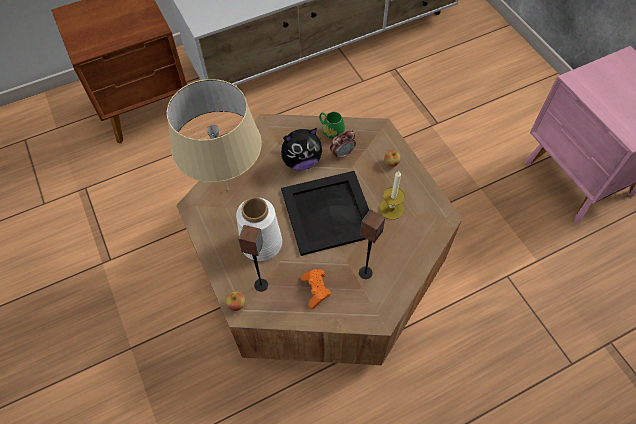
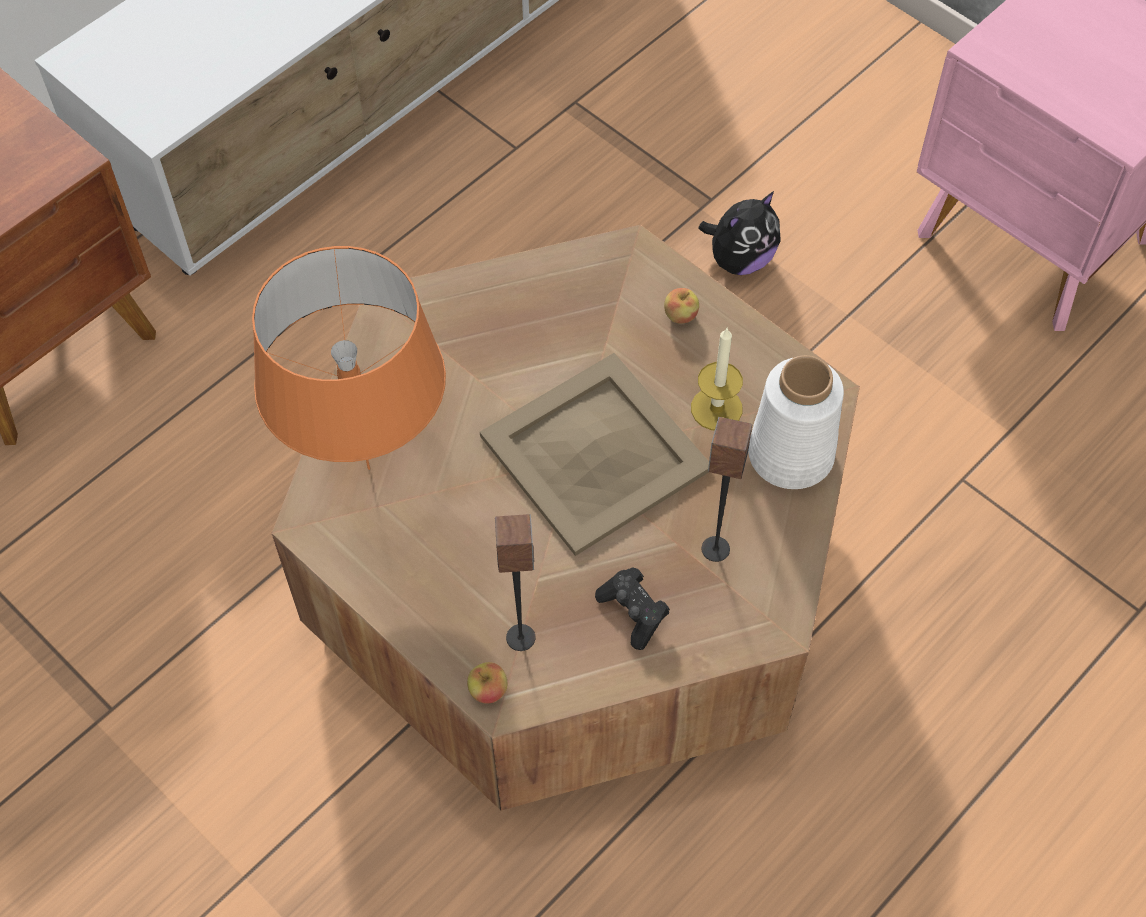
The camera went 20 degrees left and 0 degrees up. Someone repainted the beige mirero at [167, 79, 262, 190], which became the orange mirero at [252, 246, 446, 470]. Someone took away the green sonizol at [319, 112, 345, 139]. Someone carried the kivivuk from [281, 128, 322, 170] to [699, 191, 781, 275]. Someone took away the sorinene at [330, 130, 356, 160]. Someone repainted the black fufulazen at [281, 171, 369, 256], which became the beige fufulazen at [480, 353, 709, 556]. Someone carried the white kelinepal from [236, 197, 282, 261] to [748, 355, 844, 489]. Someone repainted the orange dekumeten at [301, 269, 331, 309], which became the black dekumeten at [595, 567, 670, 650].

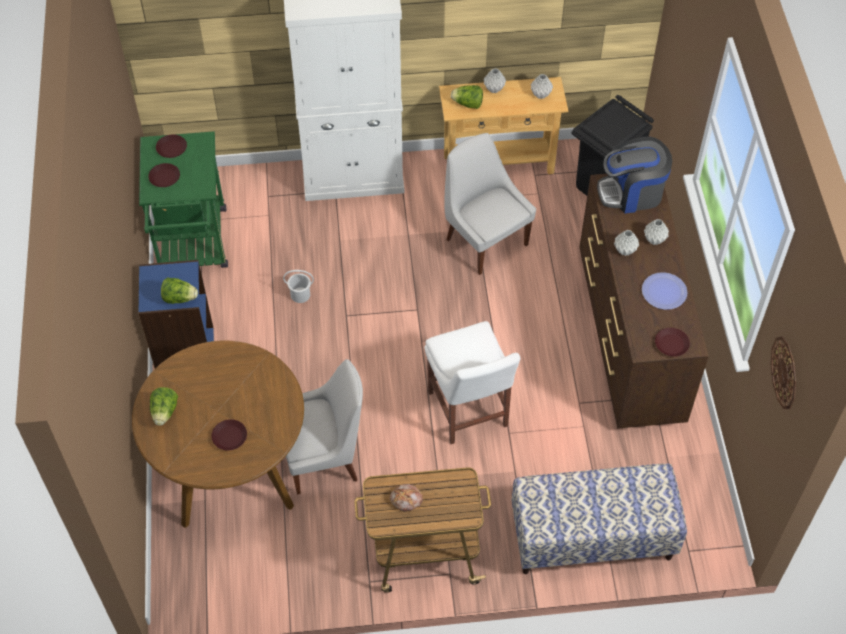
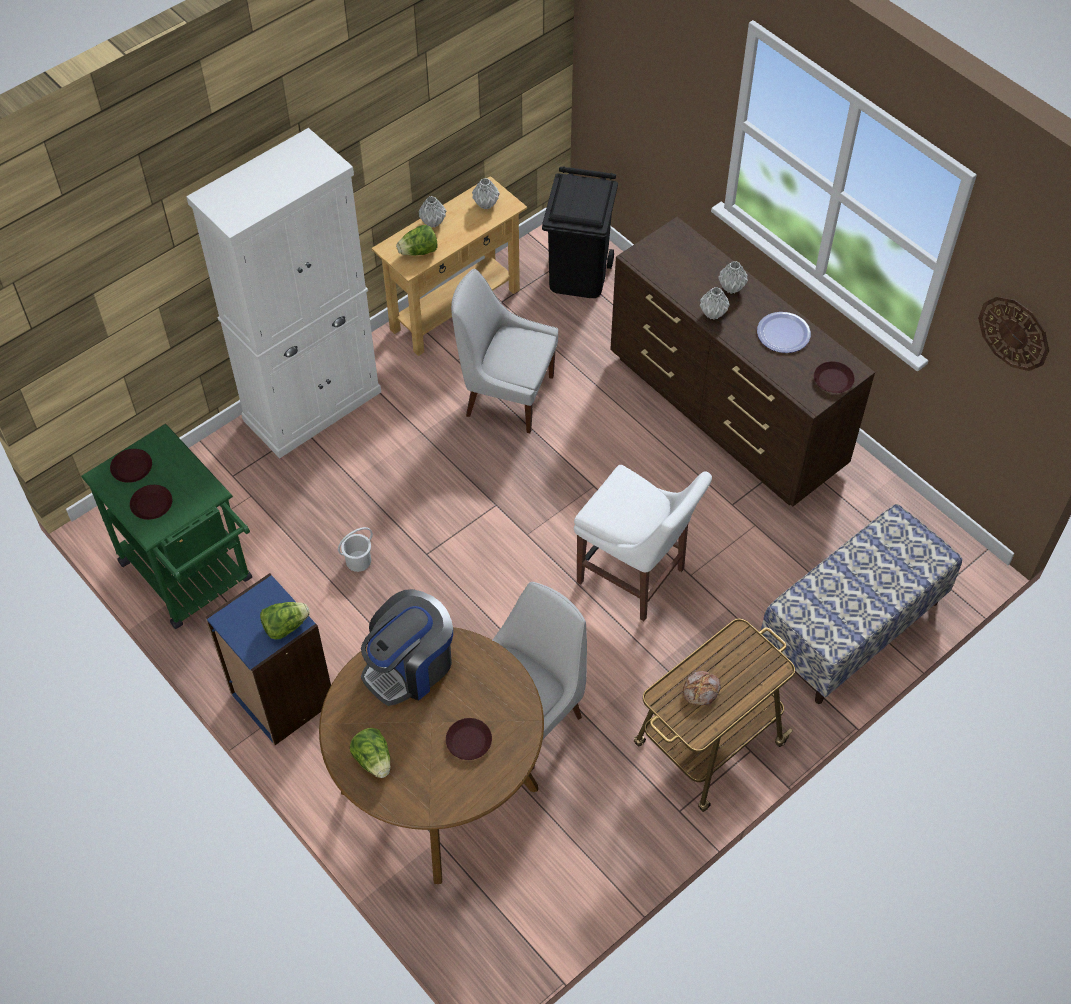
The camera went 35 degrees left and 0 degrees up. Someone carried the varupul from [597, 137, 672, 214] to [361, 589, 453, 706].

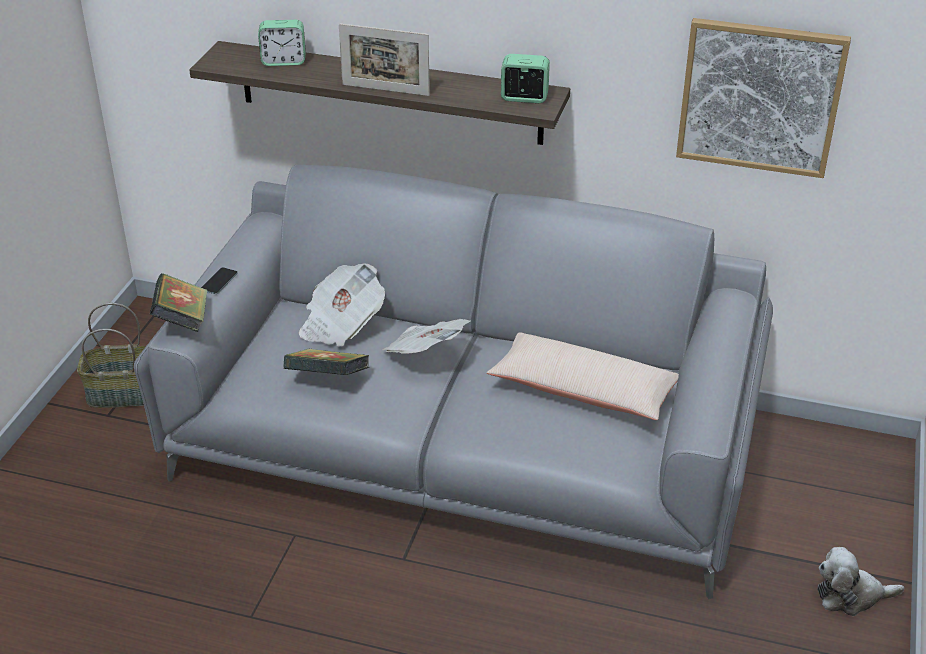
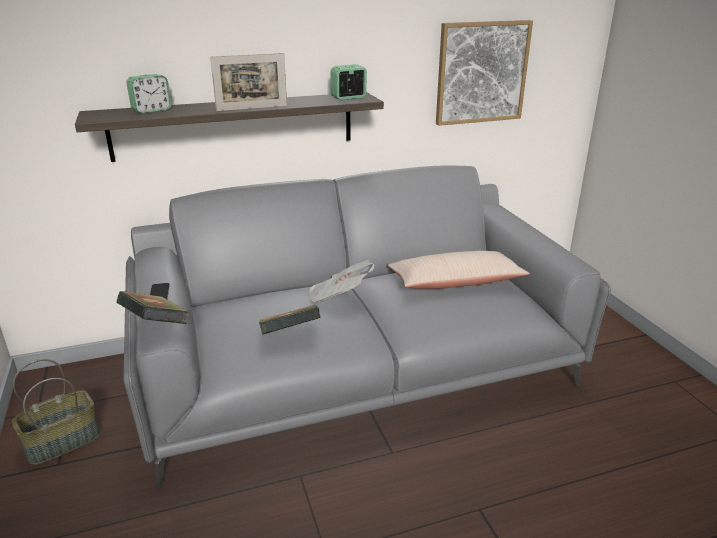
The camera went 35 degrees left and 10 degrees down. Someone took away the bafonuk at [299, 264, 385, 347]. Someone took away the kivivuk at [817, 547, 905, 616].

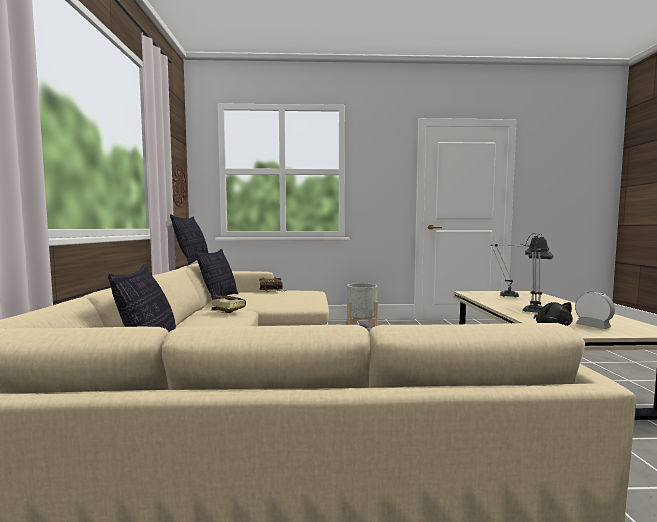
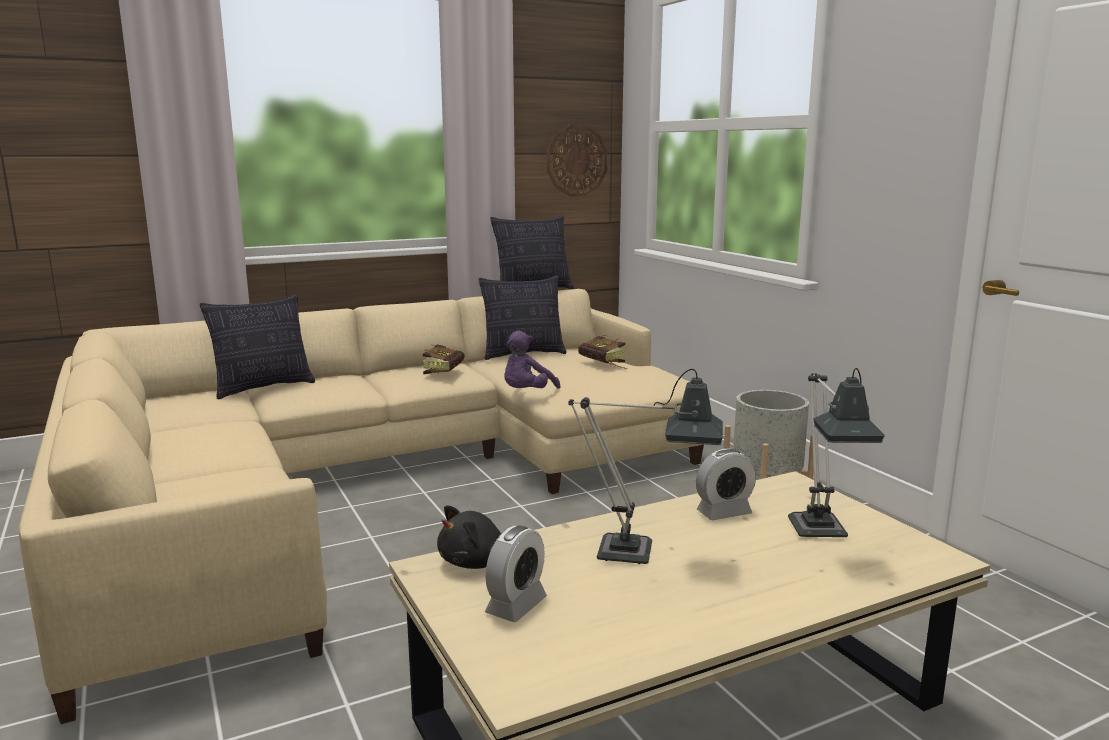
The camera went 65 degrees right and 10 degrees up. Someone put down the purple kivivuk at [505, 331, 561, 389]. Someone put down the sorinene at [696, 449, 756, 520].

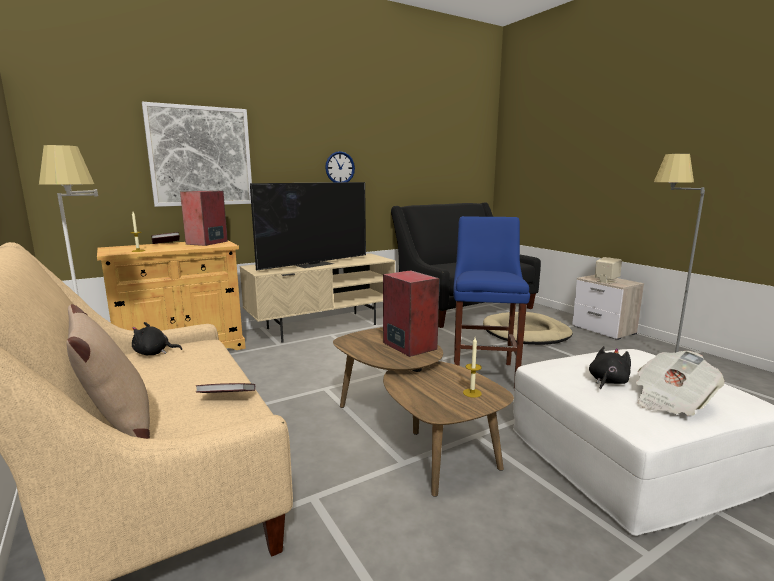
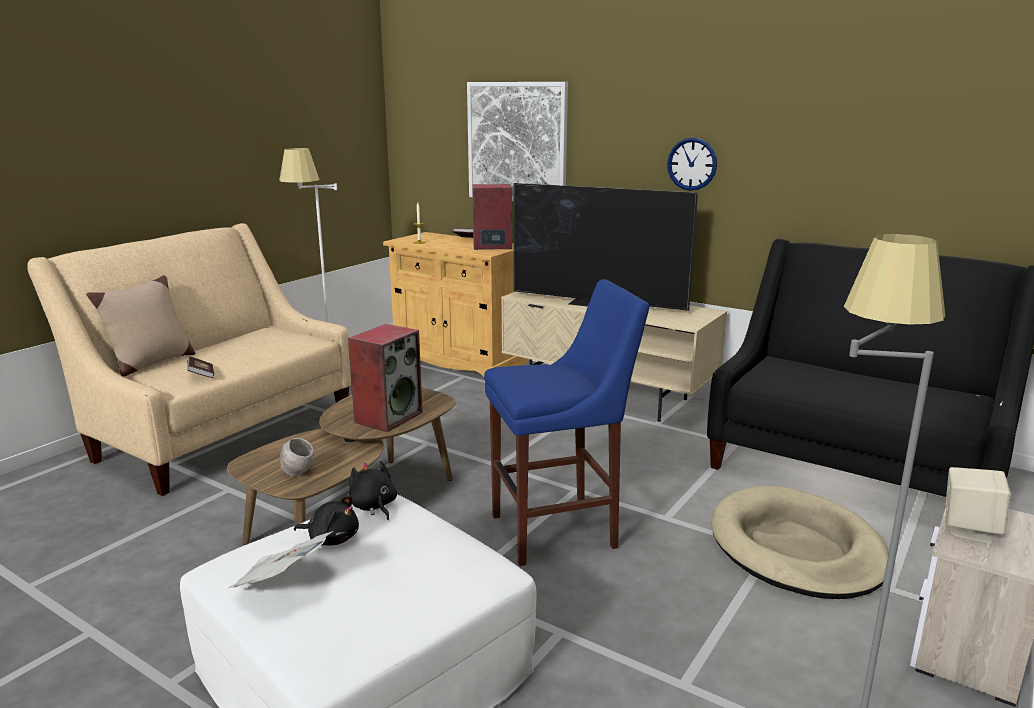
The camera went 65 degrees right and 5 degrees up. Someone carried the black kivivuk from [132, 322, 182, 355] to [349, 461, 397, 520]. Someone swapped the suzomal at [463, 338, 482, 398] for the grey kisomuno at [280, 438, 315, 476].

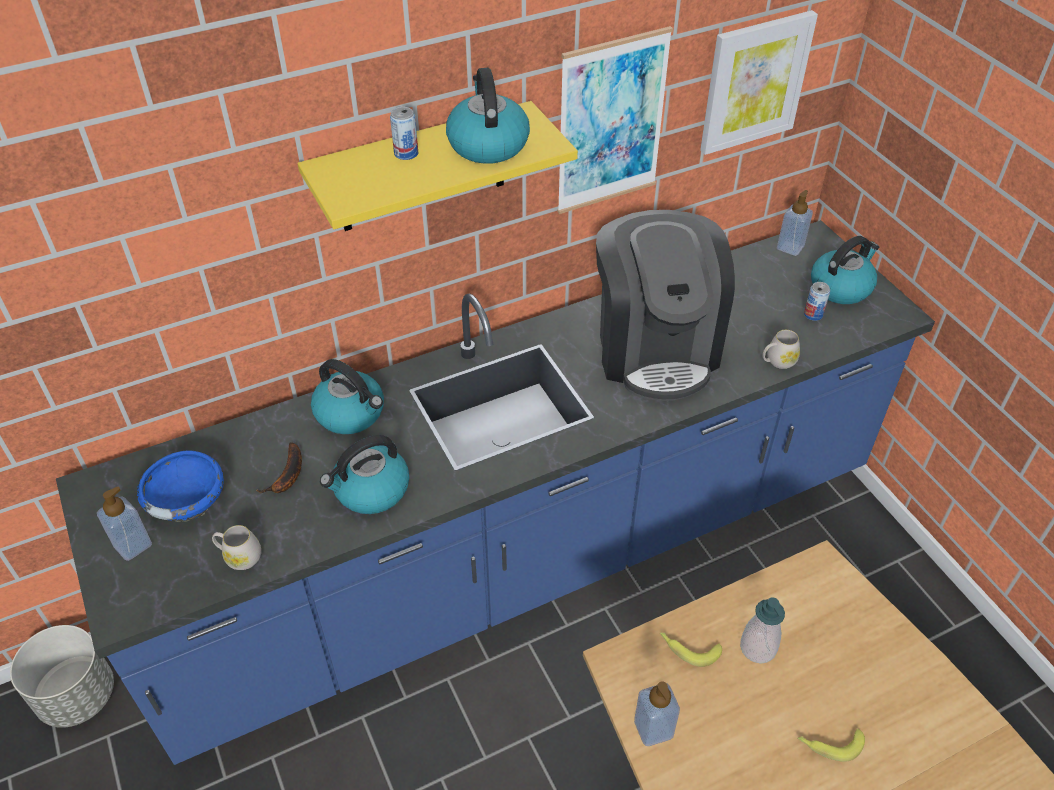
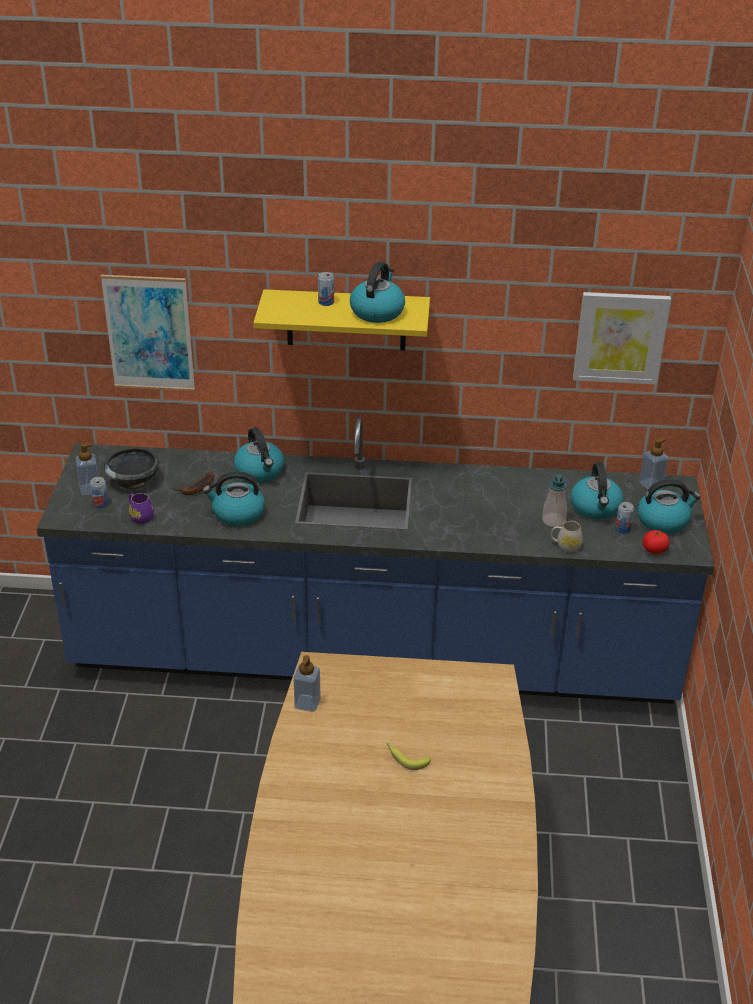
The camera went 30 degrees right and 10 degrees down. Someone carried the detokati from [557, 26, 673, 214] to [100, 275, 195, 391]. Someone took away the varupul at [596, 210, 735, 401]. Someone repainted the blue kisomuno at [137, 450, 224, 522], which became the black kisomuno at [104, 447, 159, 490]. Someone repainted the white sonizol at [212, 525, 261, 570], which became the purple sonizol at [129, 493, 154, 524]. Someone carried the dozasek from [740, 597, 785, 664] to [542, 474, 567, 527]. Someone took away the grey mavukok at [10, 625, 114, 728]. Someone took away the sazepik at [660, 633, 722, 667]. Someone put down the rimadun at [571, 462, 623, 520]. Someone put down the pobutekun at [90, 477, 108, 508]. Someone put down the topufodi at [643, 530, 670, 554].

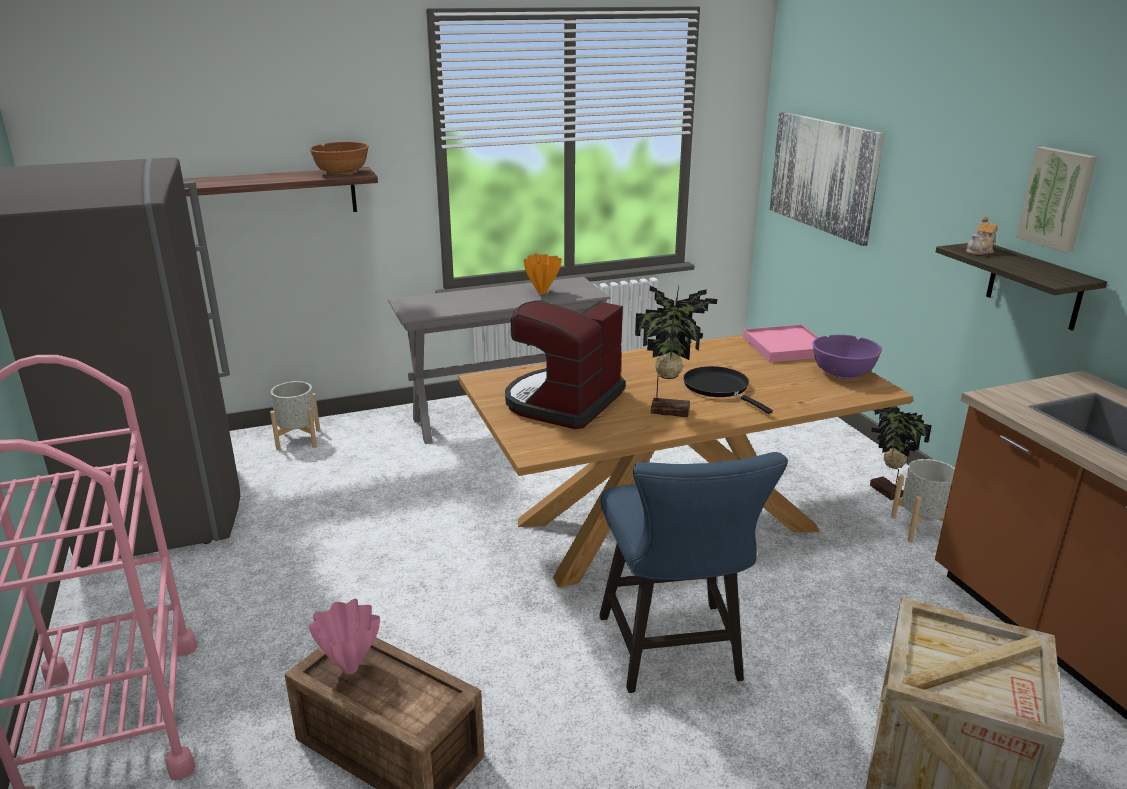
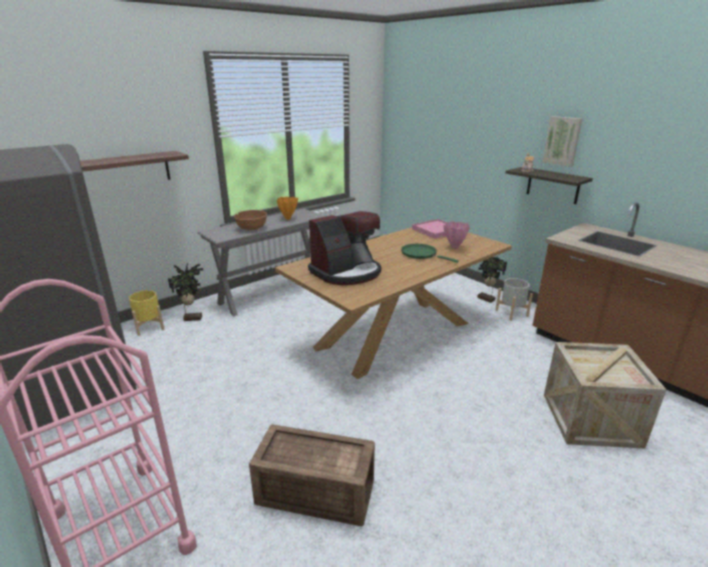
The camera went 20 degrees left and 0 degrees up. Someone took away the detokati at [769, 112, 884, 246]. Someone carried the brown kisomuno from [310, 142, 369, 175] to [234, 210, 267, 230]. Someone carried the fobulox from [635, 286, 717, 417] to [168, 263, 203, 321]. Someone rotated the varupul at [505, 300, 626, 429] by 135 degrees counterclockwise. Someone took away the purple kisomuno at [812, 335, 882, 379]. Someone repainted the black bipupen at [683, 366, 773, 414], which became the green bipupen at [401, 244, 459, 263]. Someone repainted the grey mavukok at [270, 381, 320, 450], which became the yellow mavukok at [129, 290, 164, 336]. Someone took away the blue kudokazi at [599, 452, 788, 693]. Someone carried the pink kelinepal from [309, 599, 380, 674] to [444, 221, 470, 249].

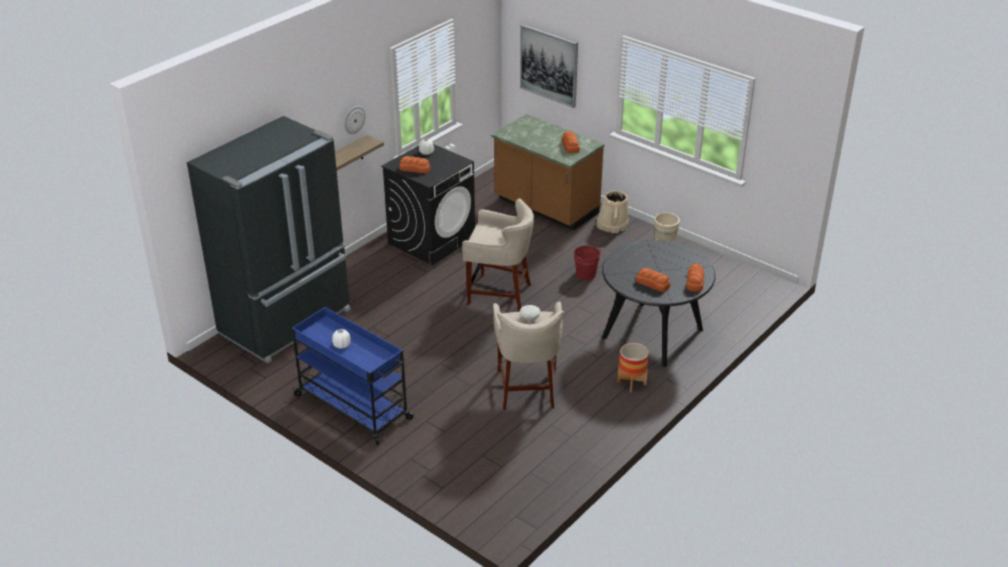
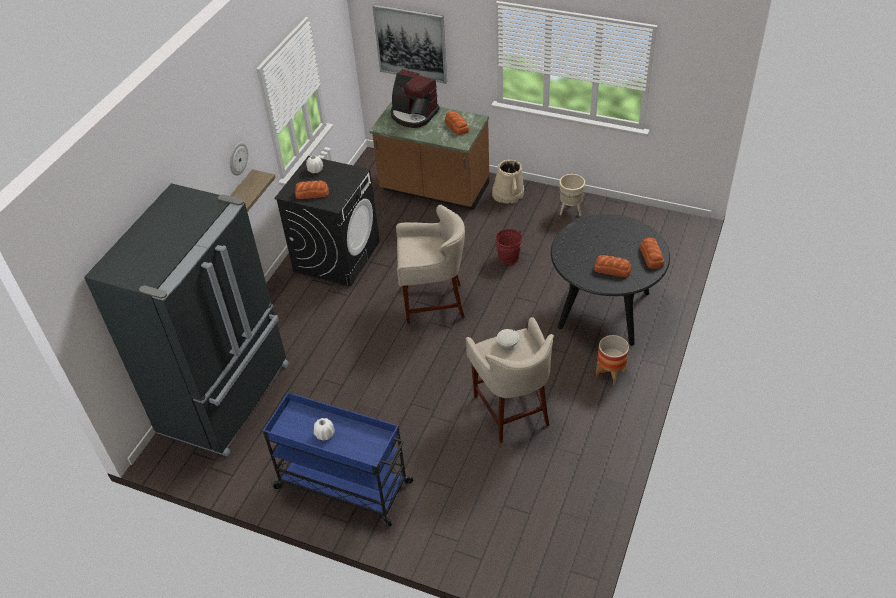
The camera went 15 degrees left and 10 degrees up. Someone put down the varupul at [391, 69, 440, 128].

